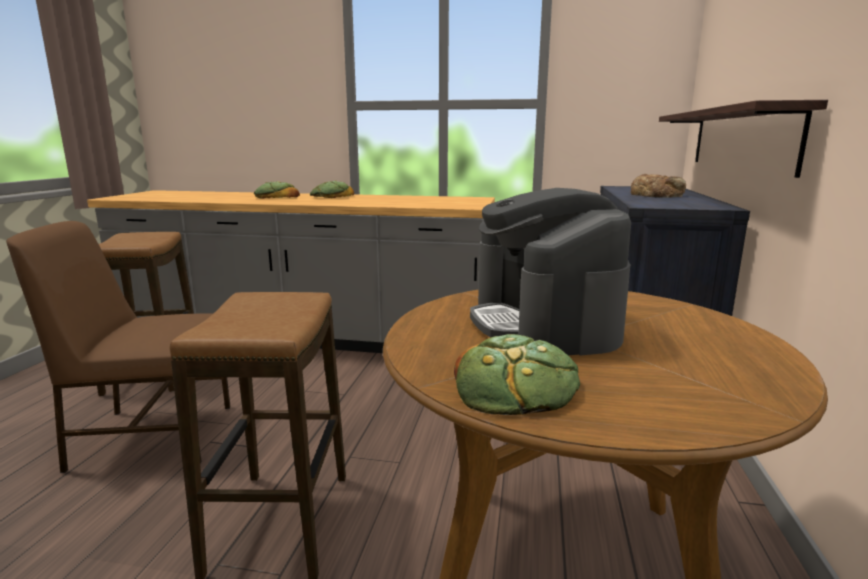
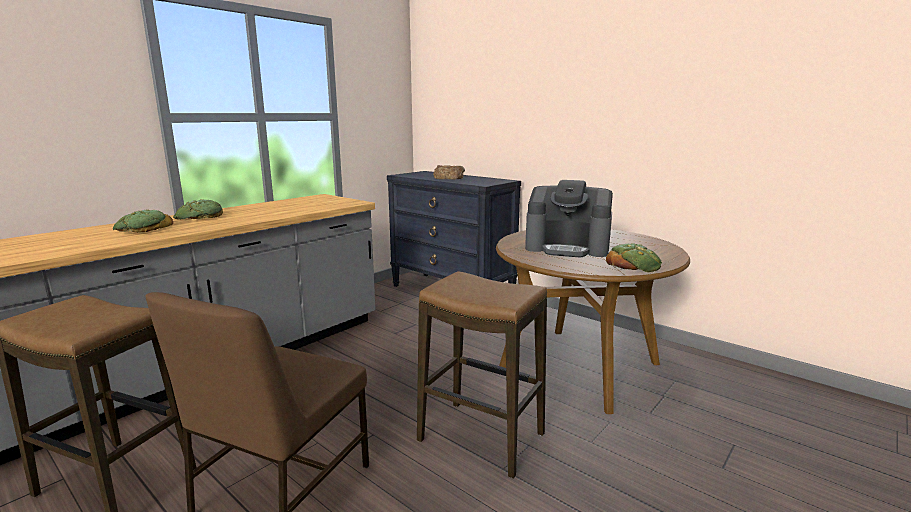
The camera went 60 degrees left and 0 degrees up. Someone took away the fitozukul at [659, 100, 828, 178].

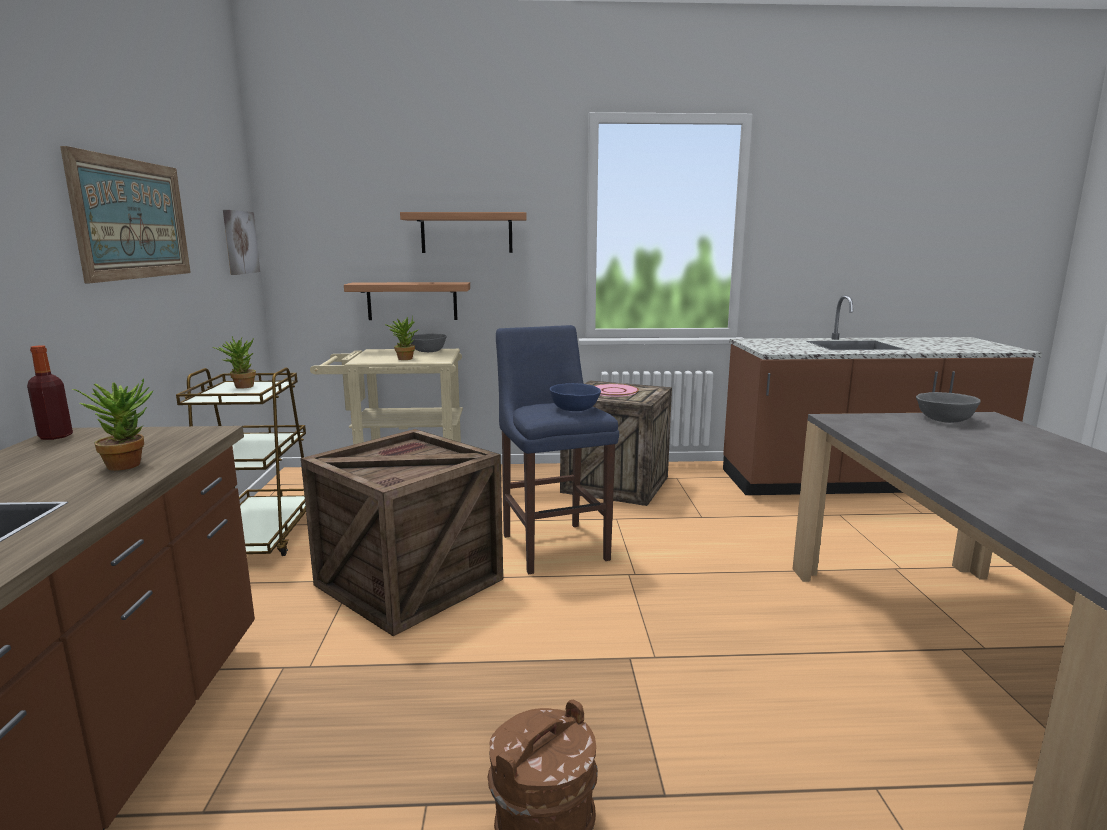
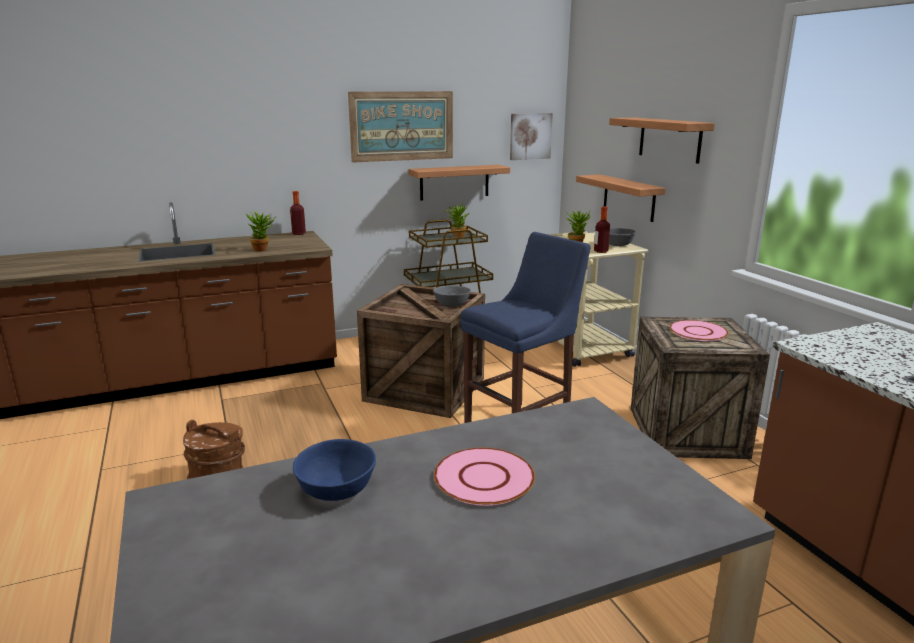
The camera went 70 degrees right and 5 degrees up. Someone carried the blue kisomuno from [550, 383, 601, 411] to [293, 439, 376, 501]. Someone carried the grey kisomuno from [916, 392, 981, 423] to [433, 285, 471, 307]. Someone put up the fitozukul at [408, 165, 510, 200]. Someone put down the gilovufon at [594, 206, 610, 253]. Someone put down the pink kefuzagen at [434, 448, 535, 506].

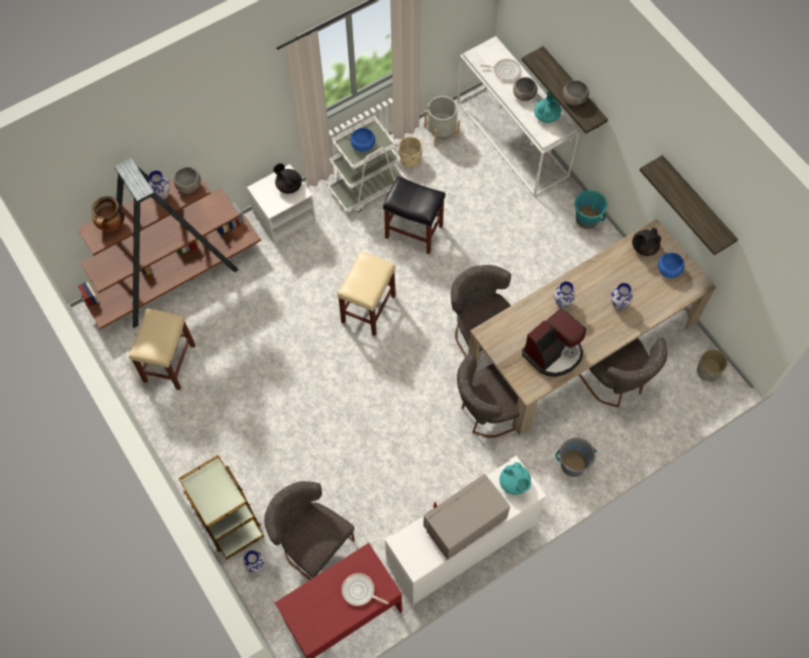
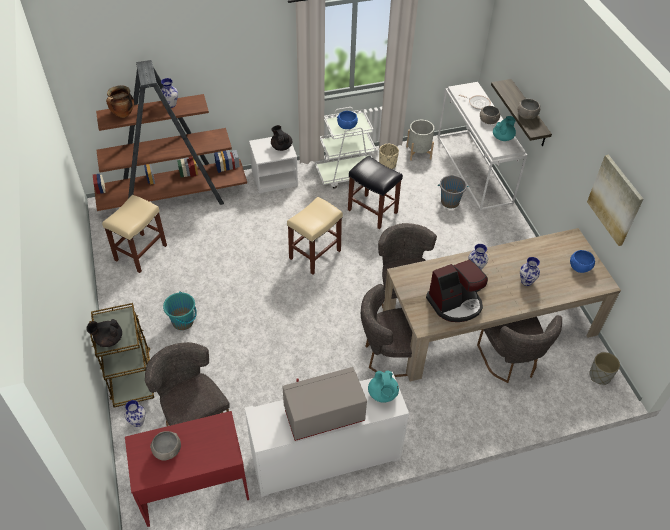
The camera went 15 degrees right and 15 degrees down. Someone swapped the fitozukul at [639, 155, 738, 255] for the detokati at [587, 155, 643, 246]. Someone carried the grey kisomuno from [174, 167, 201, 194] to [150, 431, 181, 460]. Someone carried the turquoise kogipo from [574, 190, 607, 229] to [163, 291, 197, 330]. Someone carried the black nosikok from [632, 228, 661, 256] to [86, 319, 122, 347]. Someone carried the grey kogipo from [556, 438, 597, 477] to [438, 175, 468, 208]. Someone took away the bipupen at [342, 573, 389, 606].

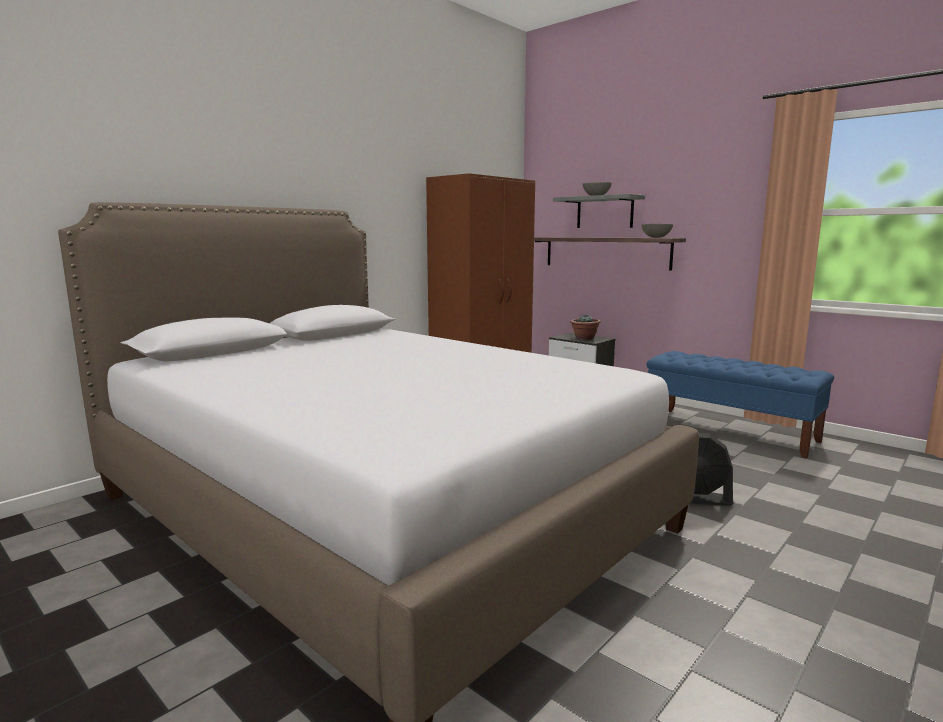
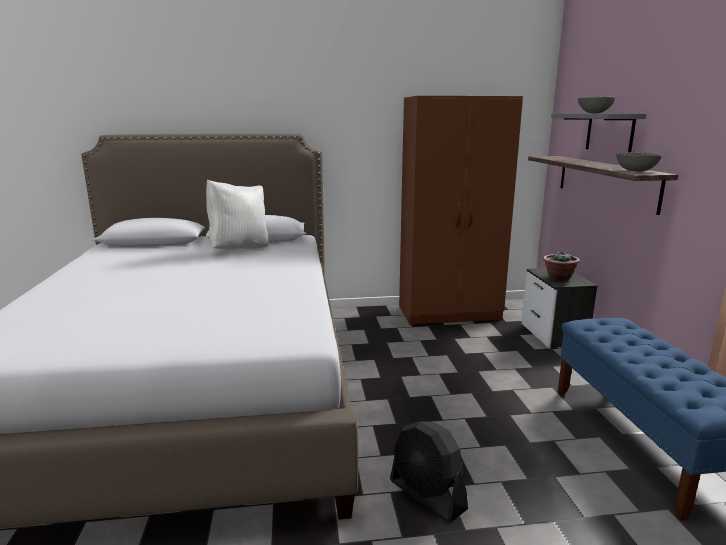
The camera went 40 degrees right and 5 degrees up. Someone put down the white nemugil at [206, 180, 269, 249].

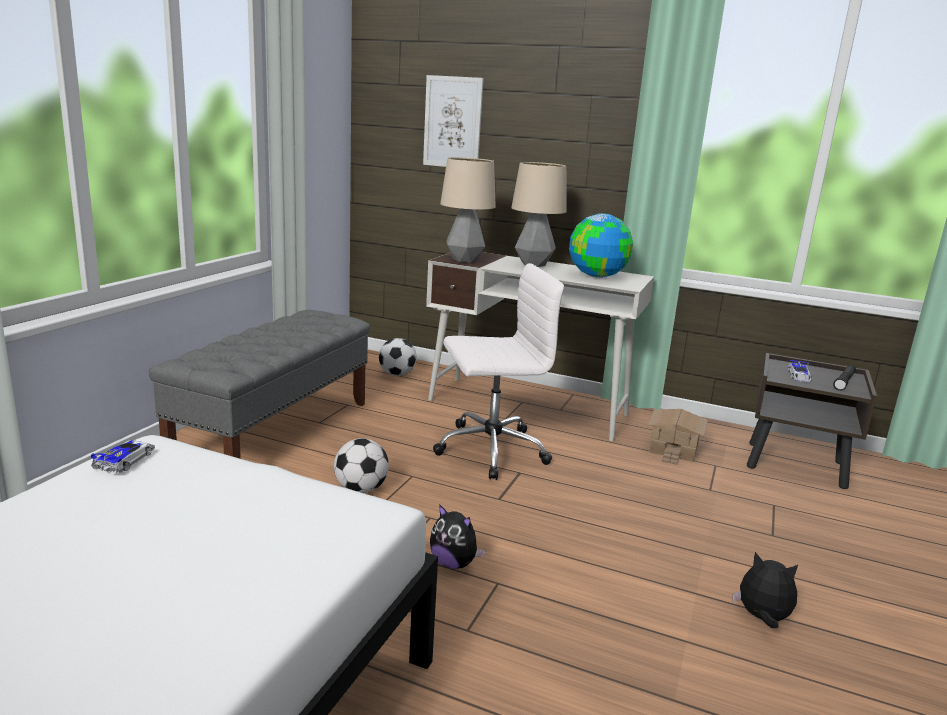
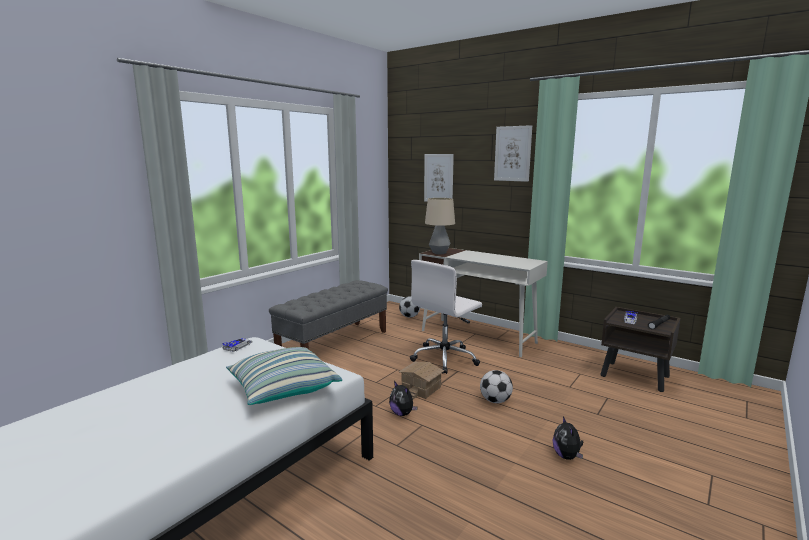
The camera went 15 degrees right and 5 degrees down. Someone took away the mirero at [511, 162, 567, 267]. Someone took away the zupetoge at [569, 213, 633, 278]. Someone rotated the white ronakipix at [433, 263, 564, 480] by 135 degrees clockwise. Someone carried the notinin from [647, 409, 708, 465] to [399, 362, 444, 399]. Someone carried the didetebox from [334, 438, 389, 493] to [480, 370, 513, 403]. Someone rotated the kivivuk at [733, 552, 798, 628] by 135 degrees counterclockwise. Someone put up the detokati at [494, 125, 532, 182]. Someone put down the nemugil at [226, 347, 342, 405].

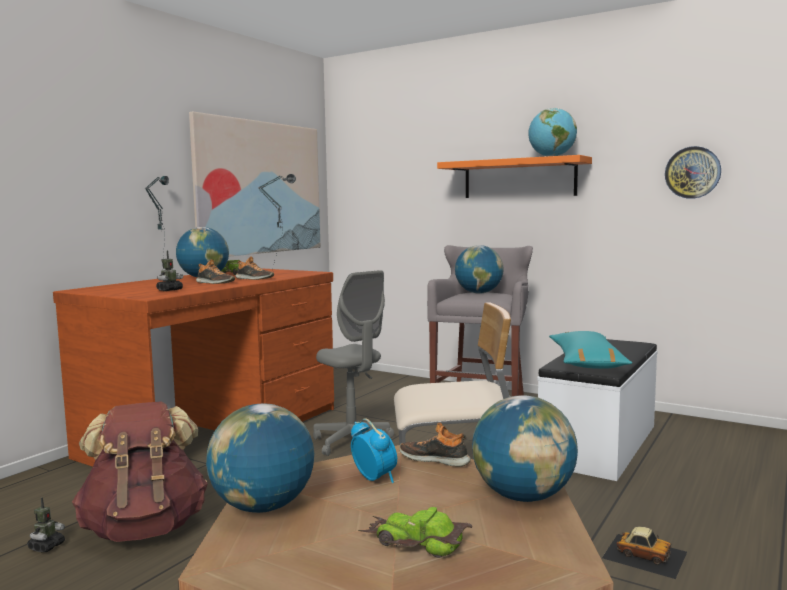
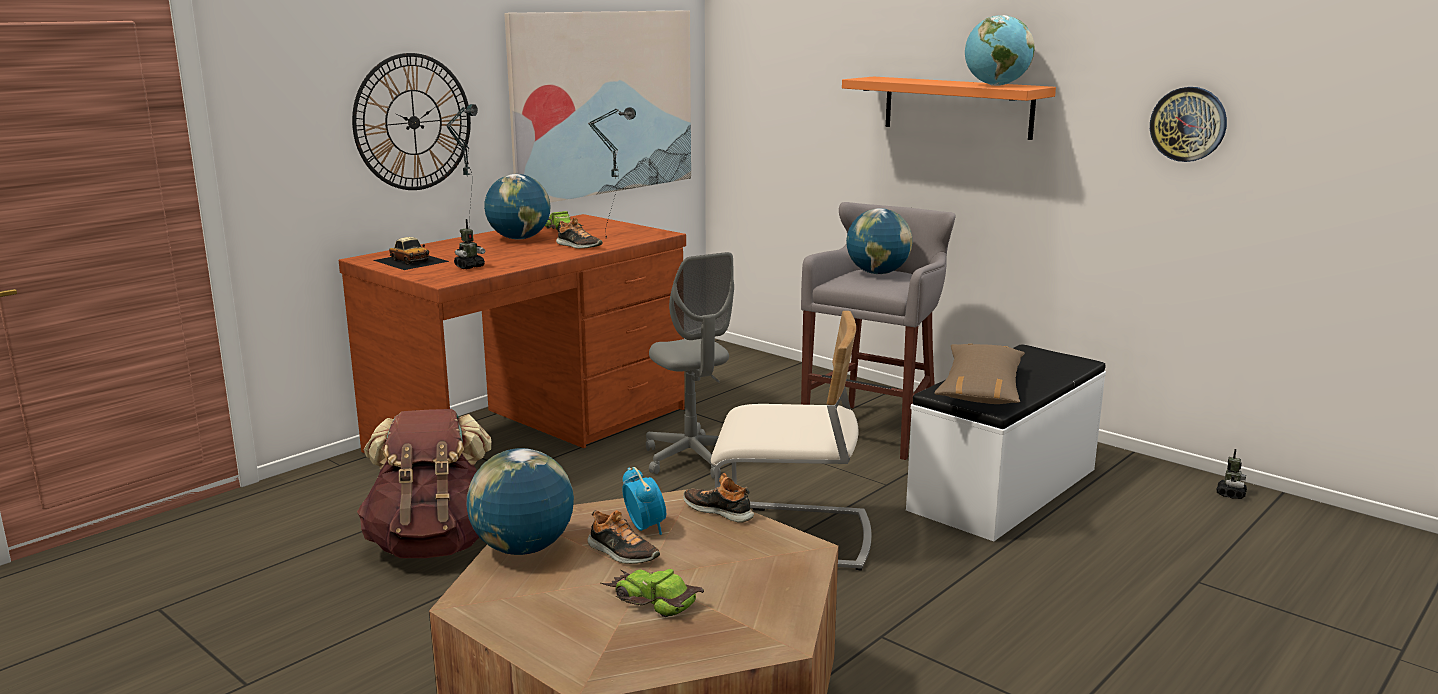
The camera went 10 degrees right and 10 degrees up. Someone carried the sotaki from [196, 259, 235, 284] to [587, 510, 660, 564]. Someone repainted the turquoise nemugil at [549, 331, 632, 369], which became the brown nemugil at [935, 344, 1025, 404]. Someone took away the zupetoge at [472, 395, 578, 502]. Someone carried the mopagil from [27, 497, 65, 552] to [1216, 449, 1247, 499]. Someone carried the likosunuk from [602, 526, 687, 579] to [373, 237, 450, 270]. Someone put up the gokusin at [352, 53, 471, 190].

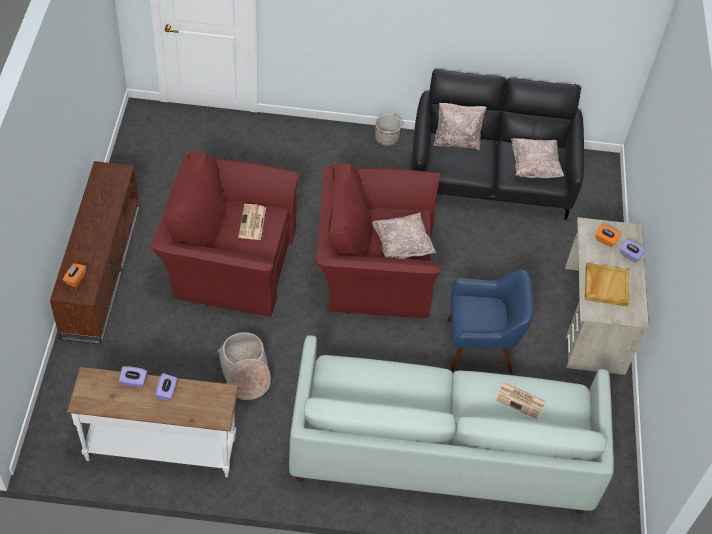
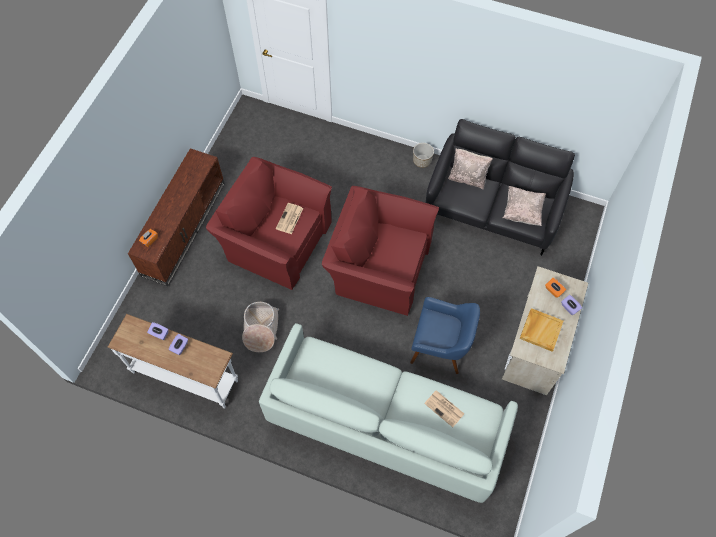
The camera went 20 degrees right and 10 degrees up. Someone took away the beige nemugil at [372, 213, 436, 259].

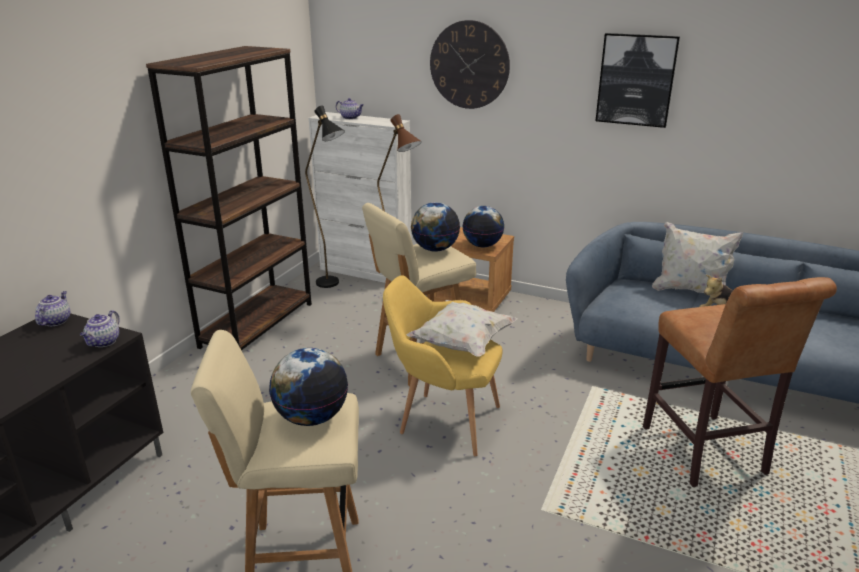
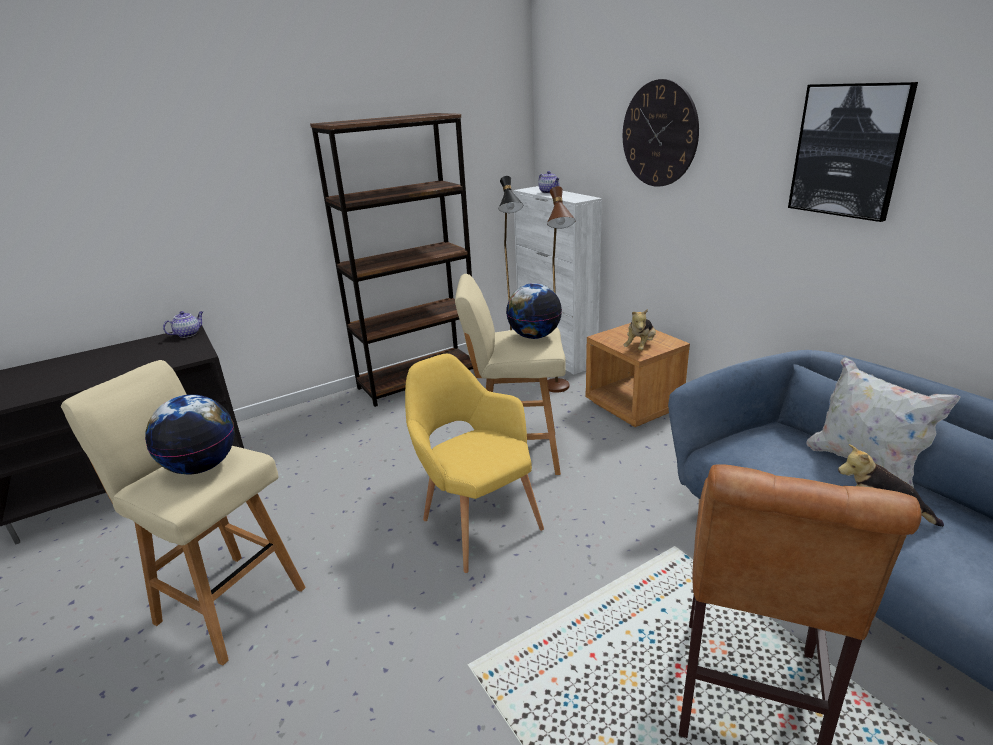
The camera went 35 degrees right and 0 degrees up. Someone swapped the zupetoge at [463, 206, 504, 247] for the kivivuk at [623, 309, 656, 350]. Someone took away the white nemugil at [406, 300, 517, 357]. Someone took away the nosikok at [80, 310, 120, 347].

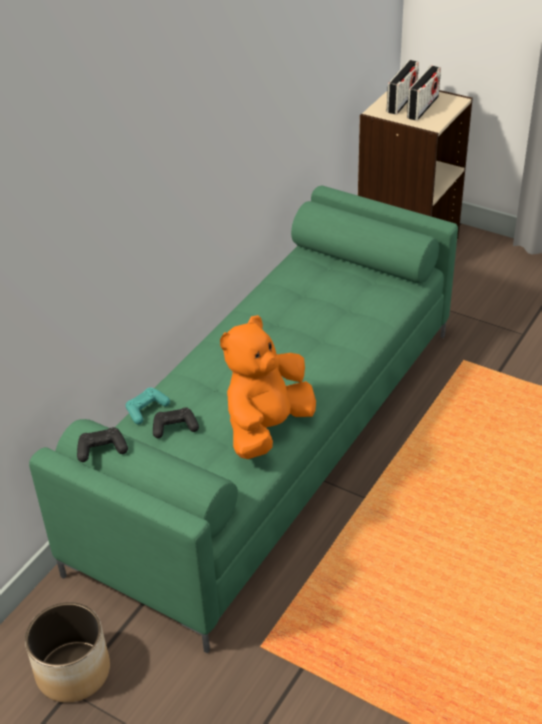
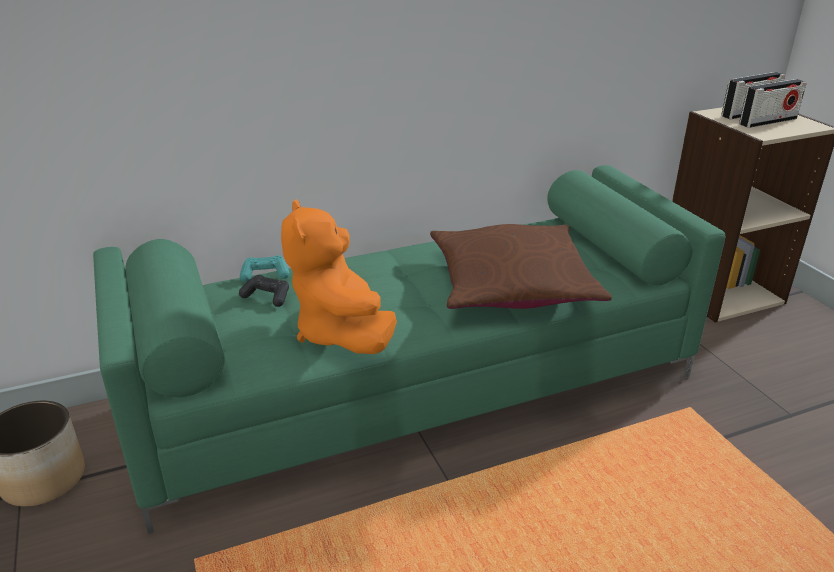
The camera went 35 degrees right and 10 degrees down. Someone rotated the orange kivivuk at [220, 315, 316, 459] by 90 degrees counterclockwise. Someone took away the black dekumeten at [77, 427, 128, 462]. Someone put down the brown nemugil at [430, 224, 612, 309].

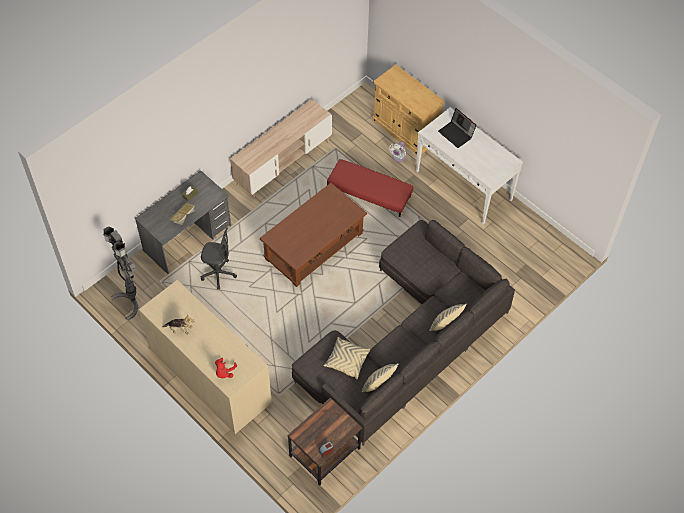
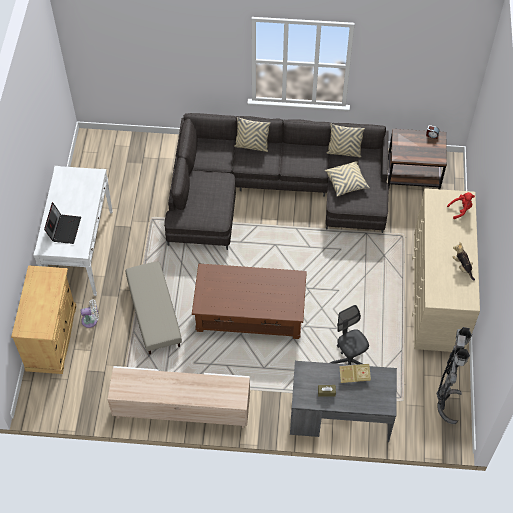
The camera went 130 degrees left and 0 degrees up. Someone repainted the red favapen at [327, 159, 413, 217], which became the beige favapen at [126, 261, 182, 355].

